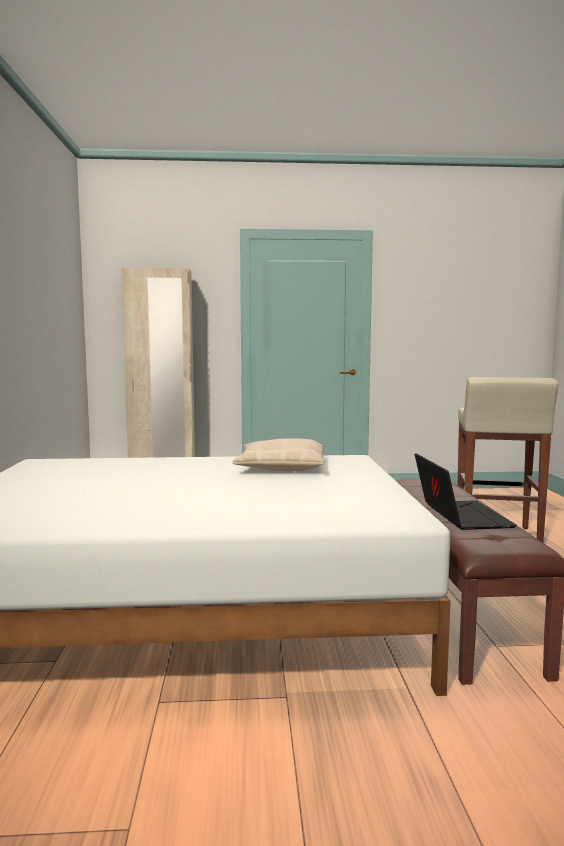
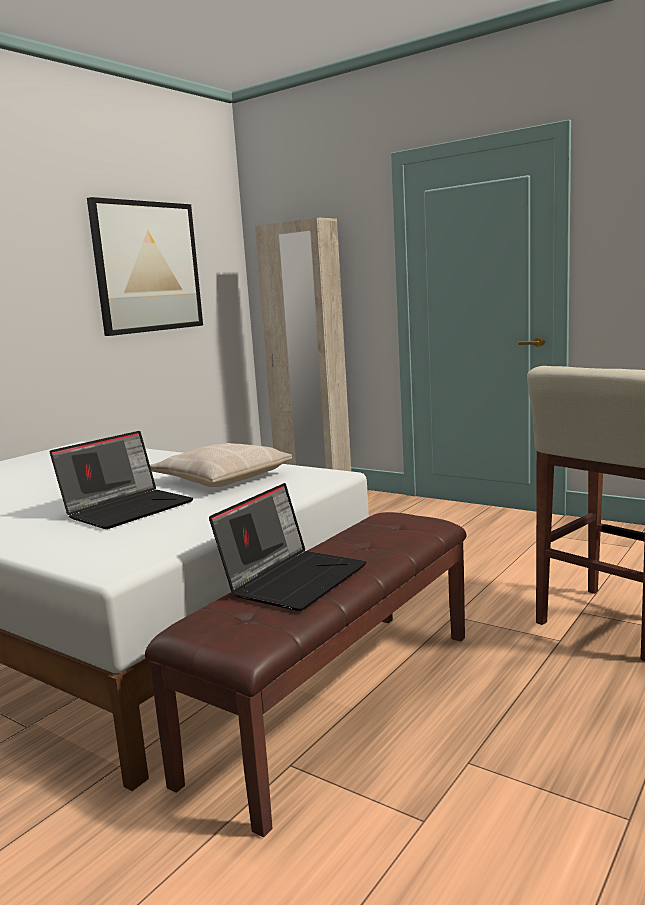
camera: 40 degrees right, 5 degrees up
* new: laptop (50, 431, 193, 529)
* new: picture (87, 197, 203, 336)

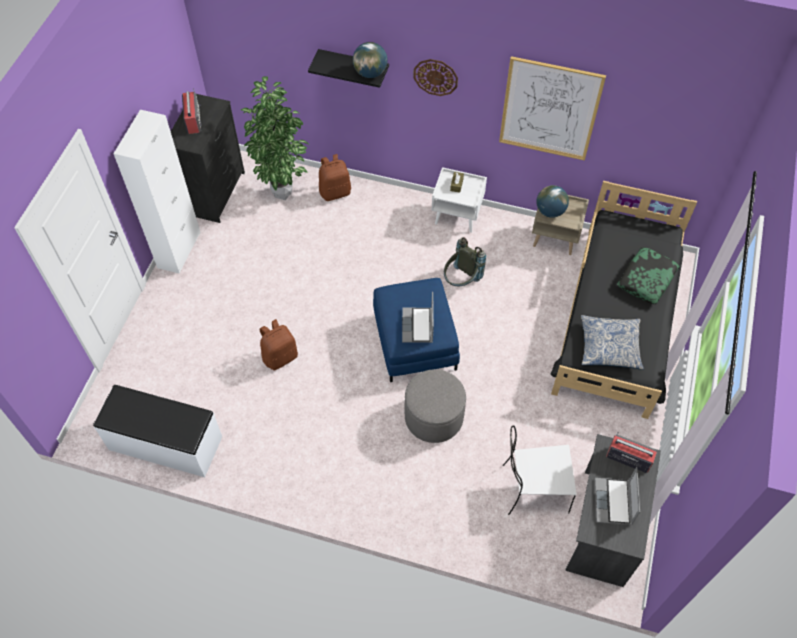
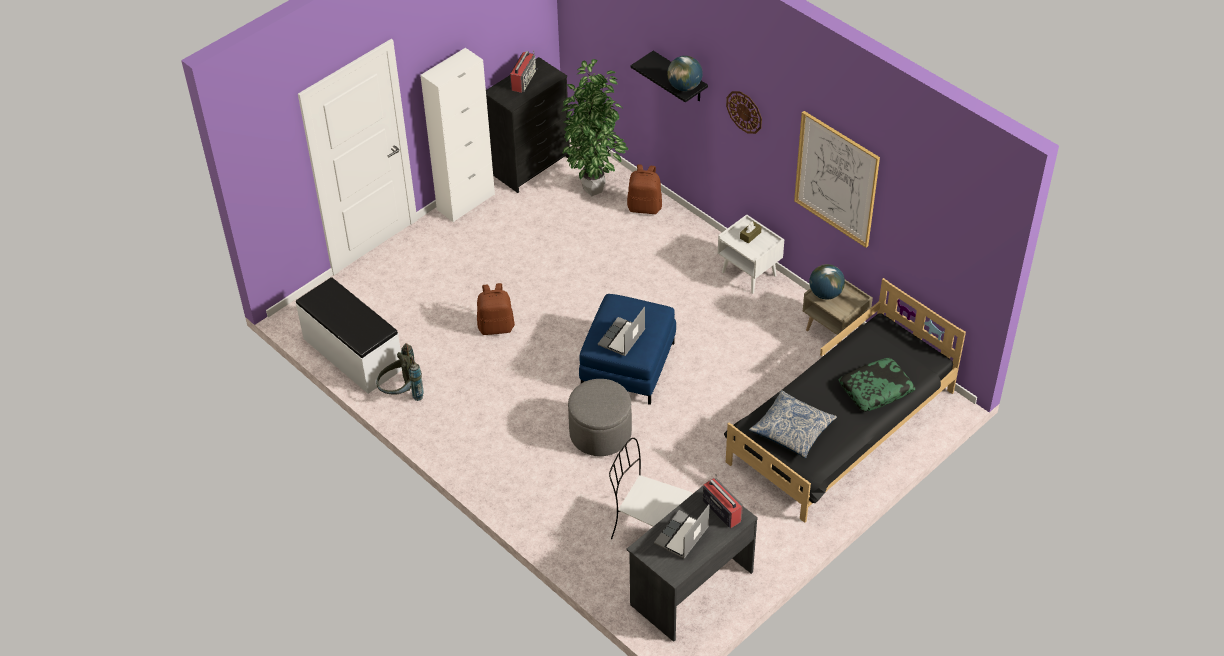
camera: 30 degrees right, 10 degrees down
* shifted: grey backpack (444, 237, 486, 286) to (376, 343, 424, 401)

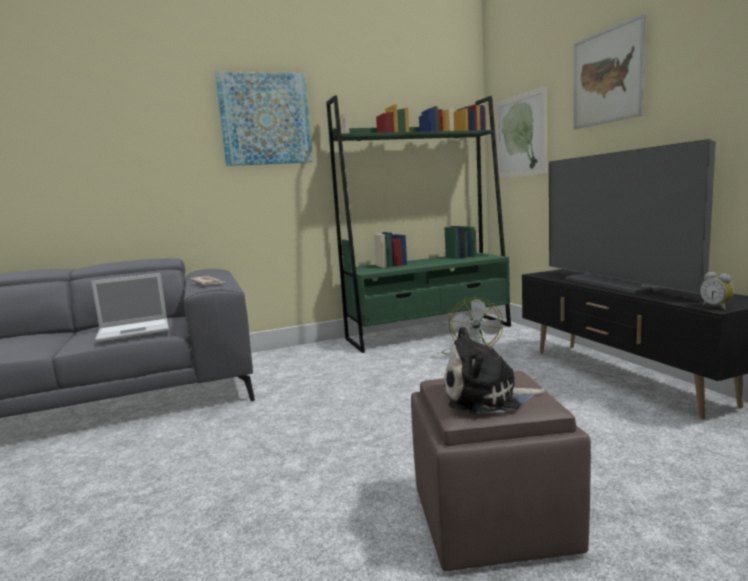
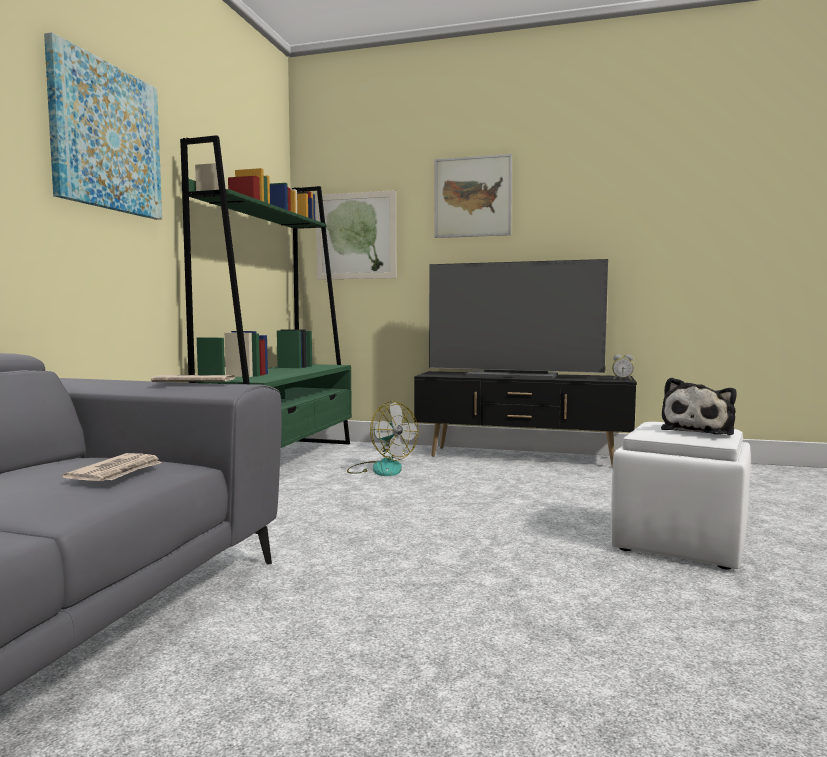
camera: 55 degrees left, 5 degrees down
* swapped: laptop (91, 273, 169, 342) to newspaper (62, 453, 161, 481)
* repainted: brown ottoman (411, 371, 591, 571) to white ottoman (611, 422, 751, 569)

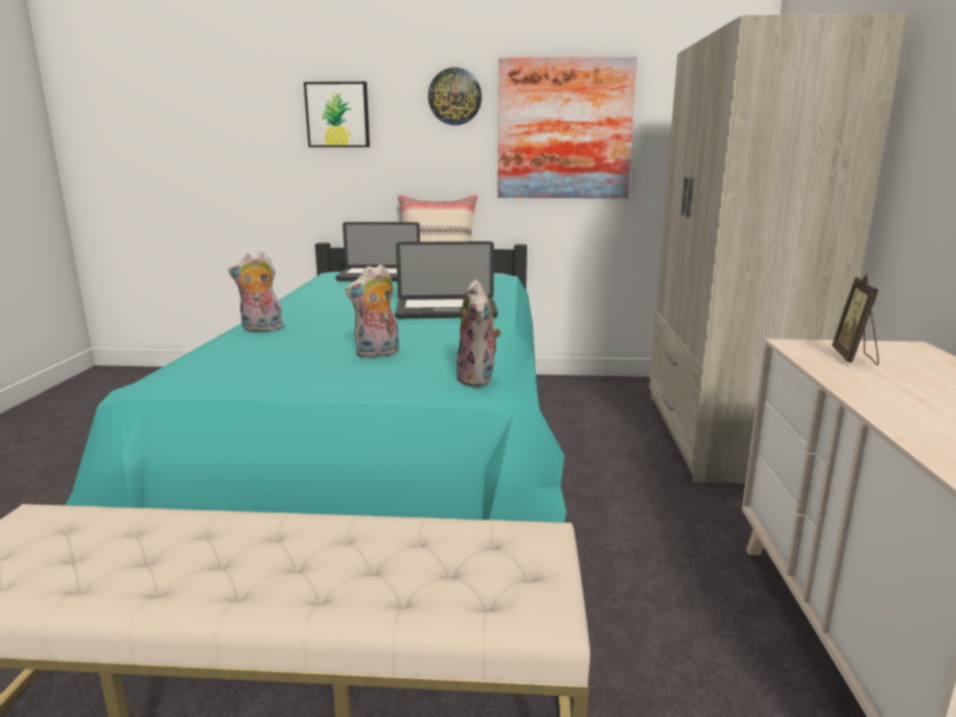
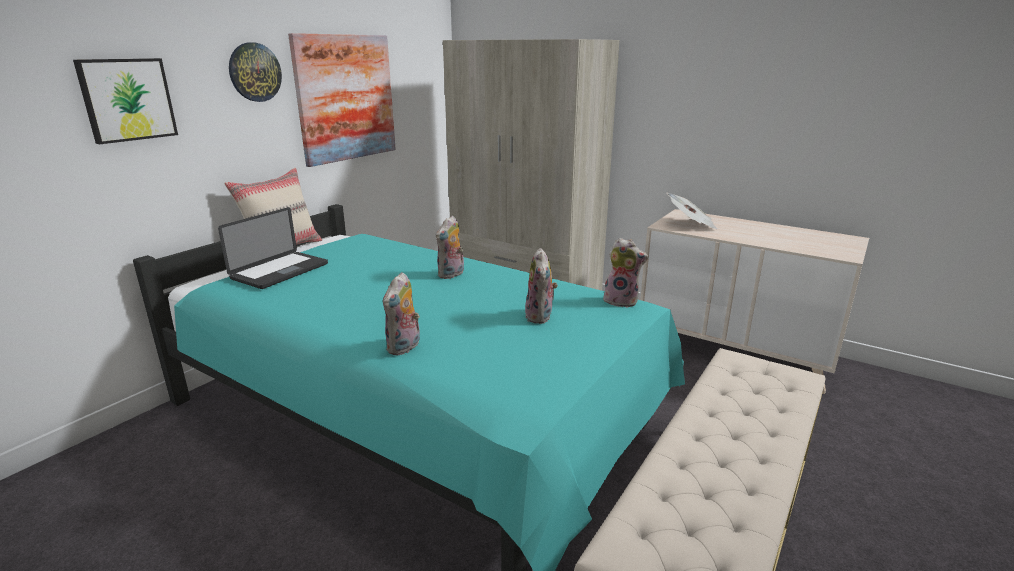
camera: 60 degrees left, 5 degrees up
* swapped: laptop (395, 241, 498, 319) to plush toy (436, 216, 464, 279)
* swapped: picture frame (832, 274, 879, 365) to newspaper (666, 193, 718, 230)

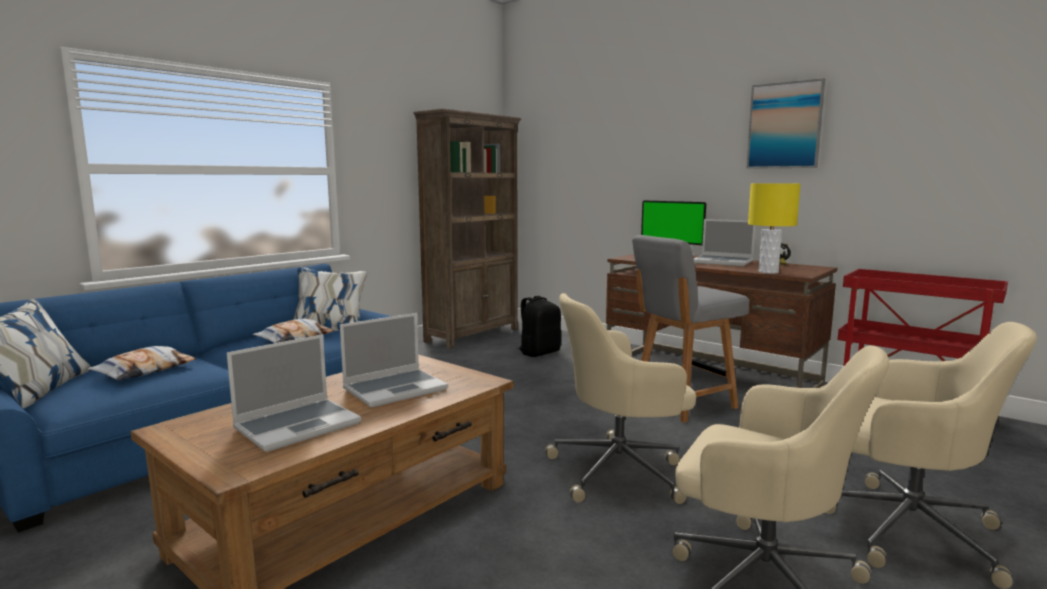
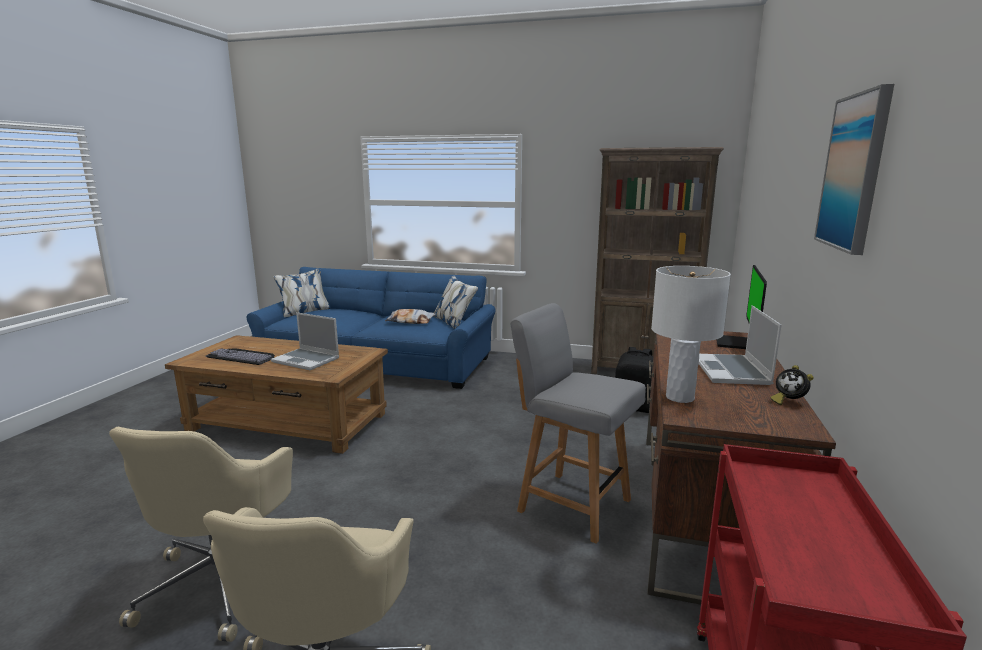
camera: 65 degrees right, 5 degrees up
* gone: pillow (87, 346, 196, 381)
* swapped: laptop (227, 334, 361, 452) to keyboard (206, 348, 275, 365)
* gone: beige office chair (545, 293, 696, 504)
* repainted: yellow table lamp (748, 183, 801, 274) to white table lamp (651, 266, 731, 403)

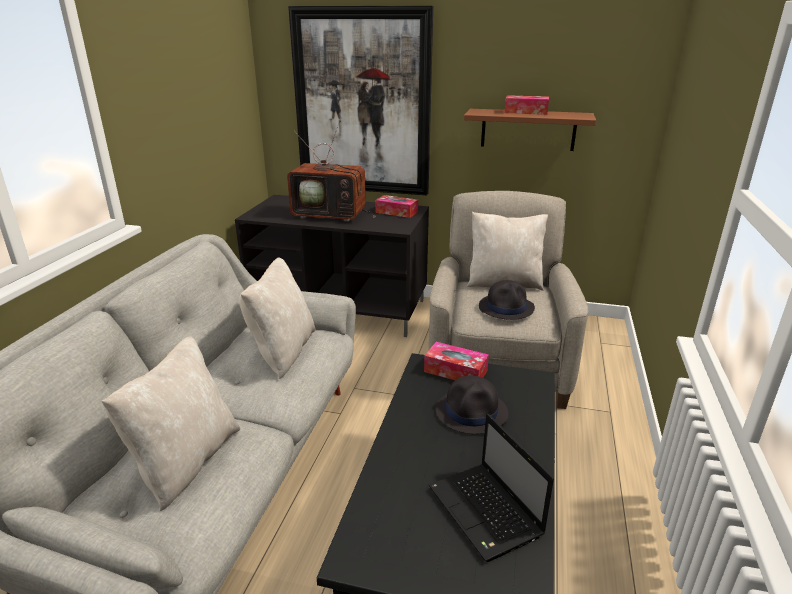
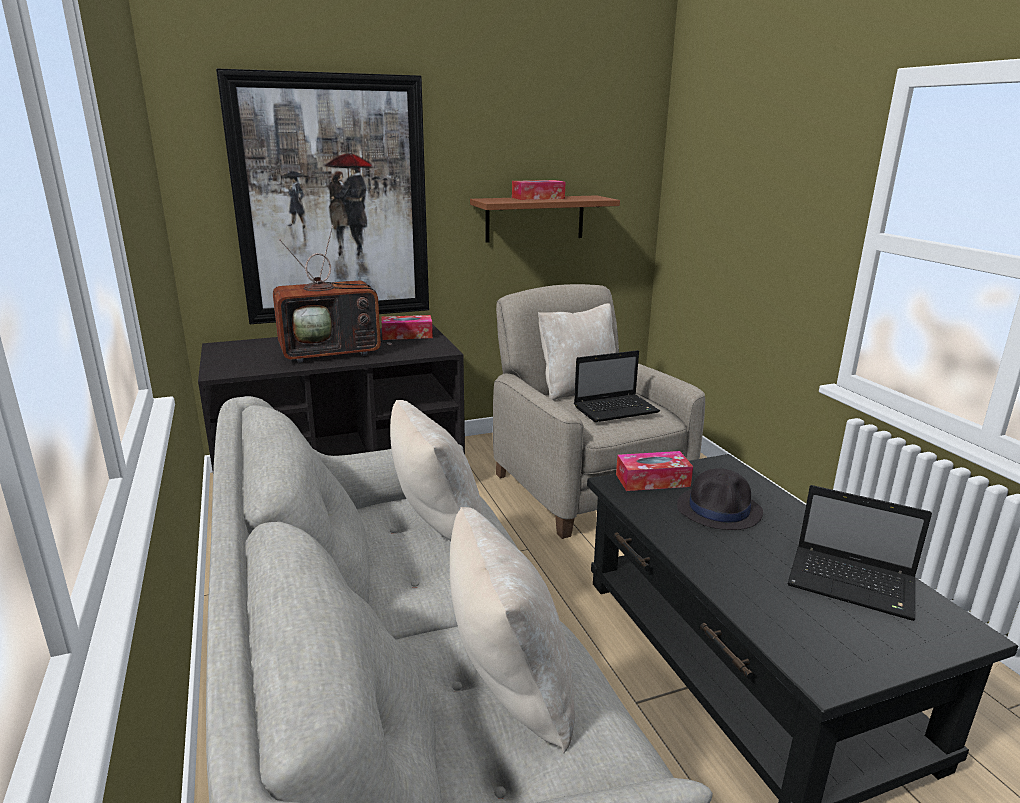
camera: 35 degrees left, 5 degrees down
* swapped: black hat (479, 280, 535, 320) to laptop (574, 350, 660, 422)

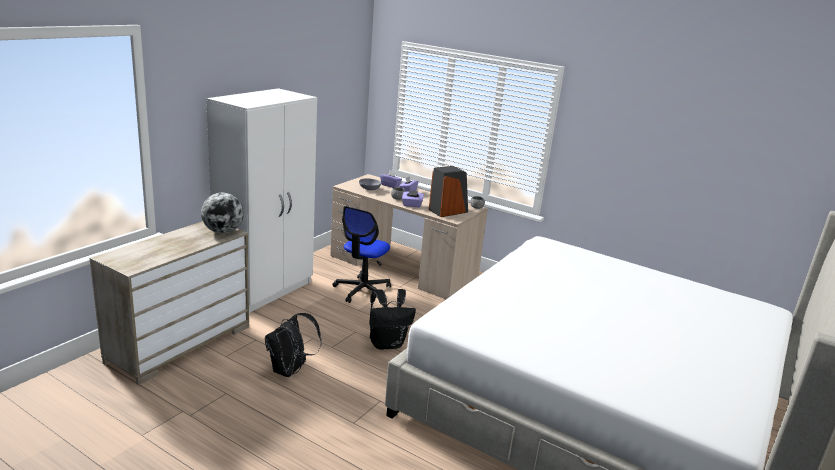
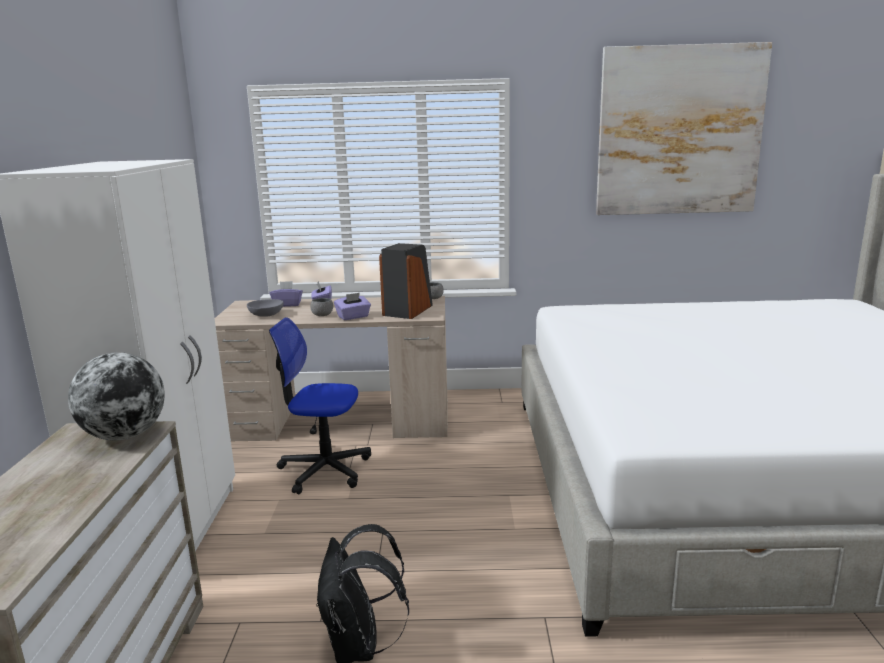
camera: 30 degrees left, 5 degrees down
* rotated: office chair (332, 206, 391, 303) = (269, 318, 371, 494) 105 degrees clockwise
* gone: black backpack (370, 289, 416, 350)
* new: picture (596, 42, 772, 215)

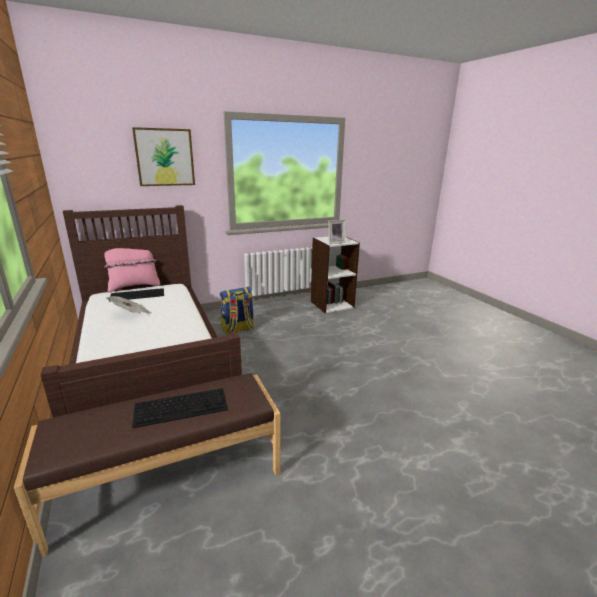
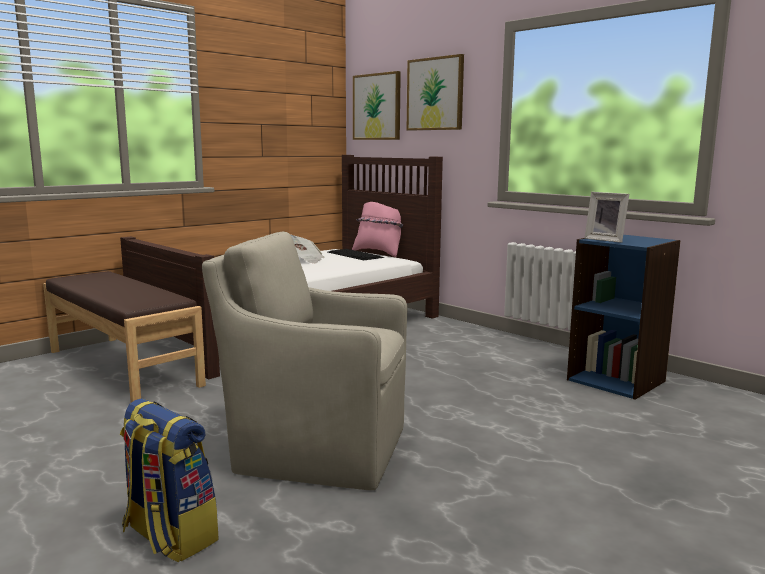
camera: 70 degrees right, 10 degrees down
* gone: keyboard (132, 388, 228, 428)
* shifted: backpack (220, 287, 254, 334) to (120, 398, 219, 562)
* repainted: white bookcase (310, 237, 360, 313) to blue bookcase (567, 235, 681, 400)
* new: beige armchair (202, 231, 407, 490)
* new: picture (353, 71, 401, 140)

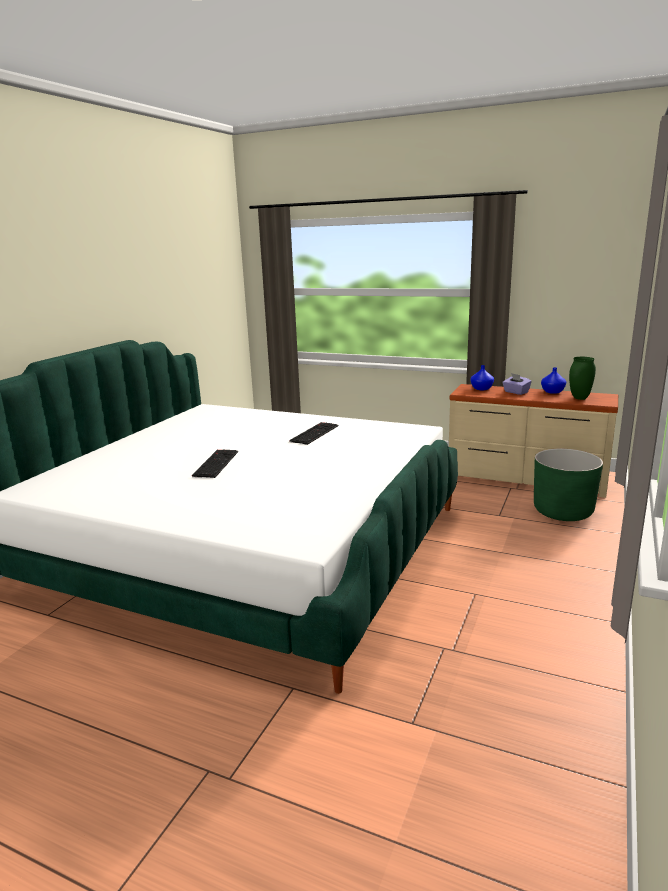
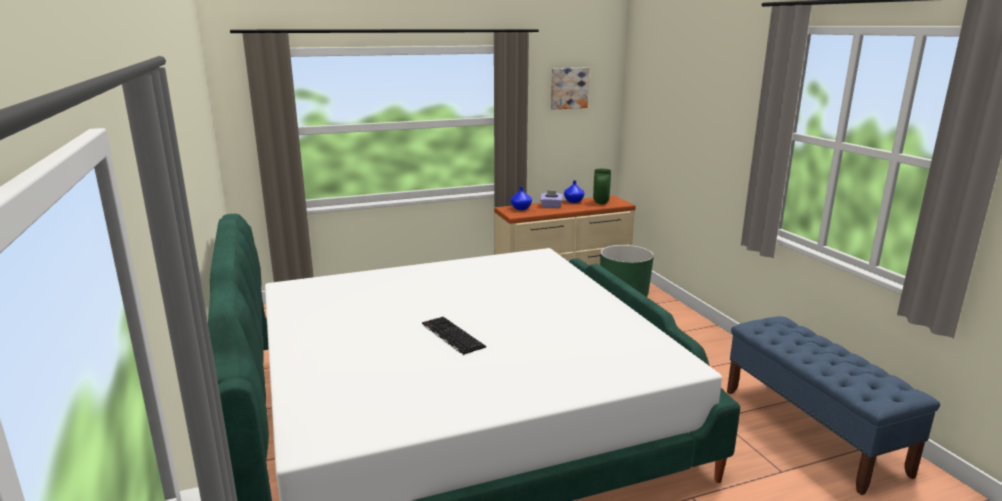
camera: 45 degrees left, 0 degrees up
* gone: keyboard (289, 422, 338, 445)
* new: picture (551, 68, 589, 110)
* new: blue bench (727, 316, 940, 495)

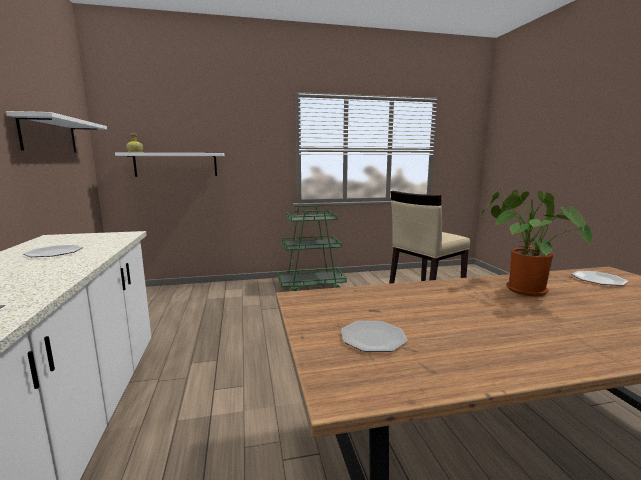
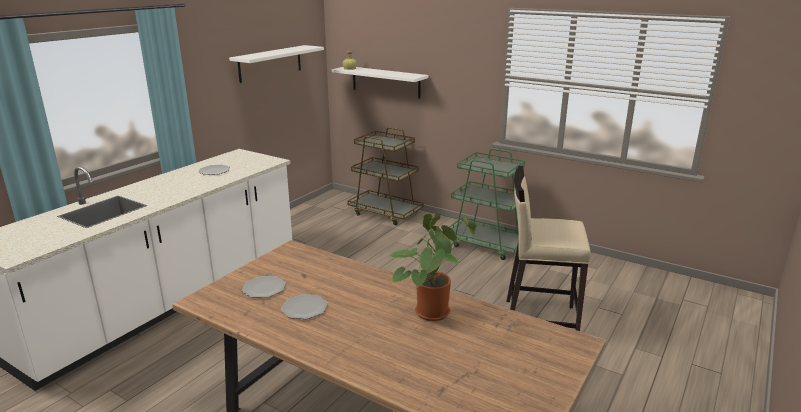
camera: 45 degrees right, 10 degrees up
* shifted: plate (572, 271, 628, 286) to (281, 294, 328, 319)
* new: brown cart (347, 127, 424, 225)

